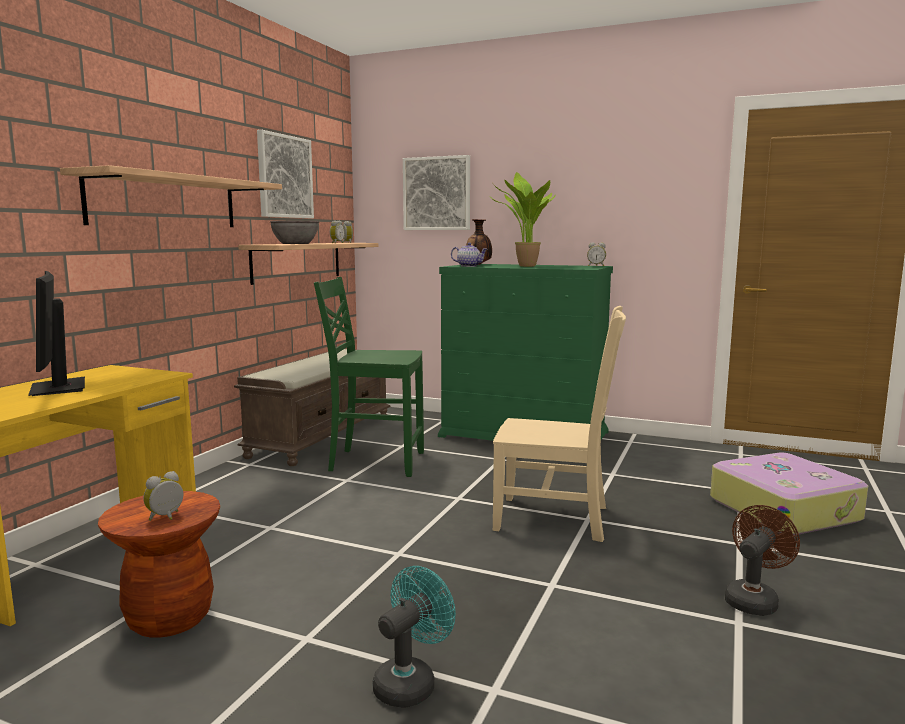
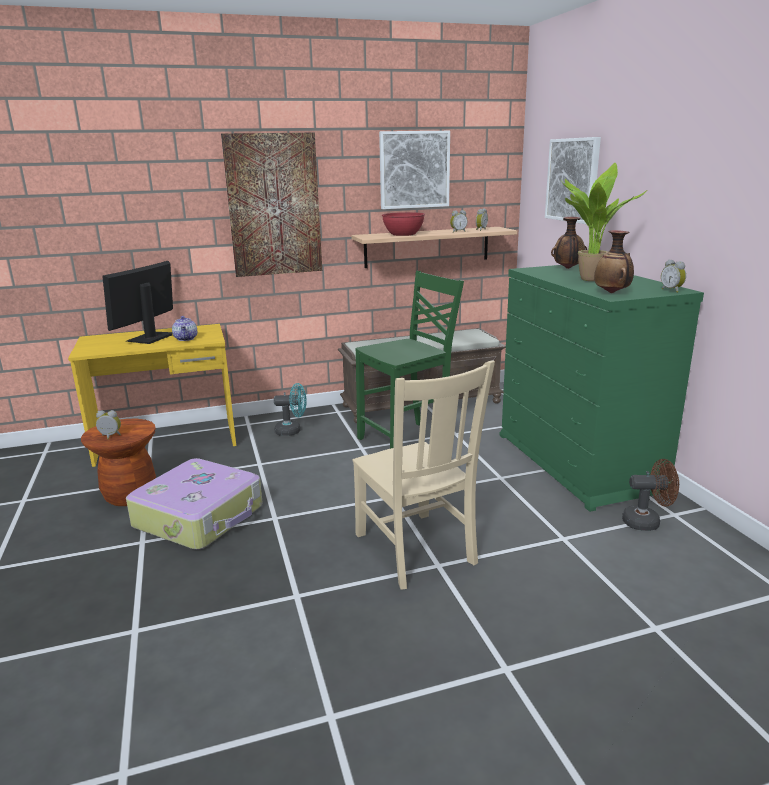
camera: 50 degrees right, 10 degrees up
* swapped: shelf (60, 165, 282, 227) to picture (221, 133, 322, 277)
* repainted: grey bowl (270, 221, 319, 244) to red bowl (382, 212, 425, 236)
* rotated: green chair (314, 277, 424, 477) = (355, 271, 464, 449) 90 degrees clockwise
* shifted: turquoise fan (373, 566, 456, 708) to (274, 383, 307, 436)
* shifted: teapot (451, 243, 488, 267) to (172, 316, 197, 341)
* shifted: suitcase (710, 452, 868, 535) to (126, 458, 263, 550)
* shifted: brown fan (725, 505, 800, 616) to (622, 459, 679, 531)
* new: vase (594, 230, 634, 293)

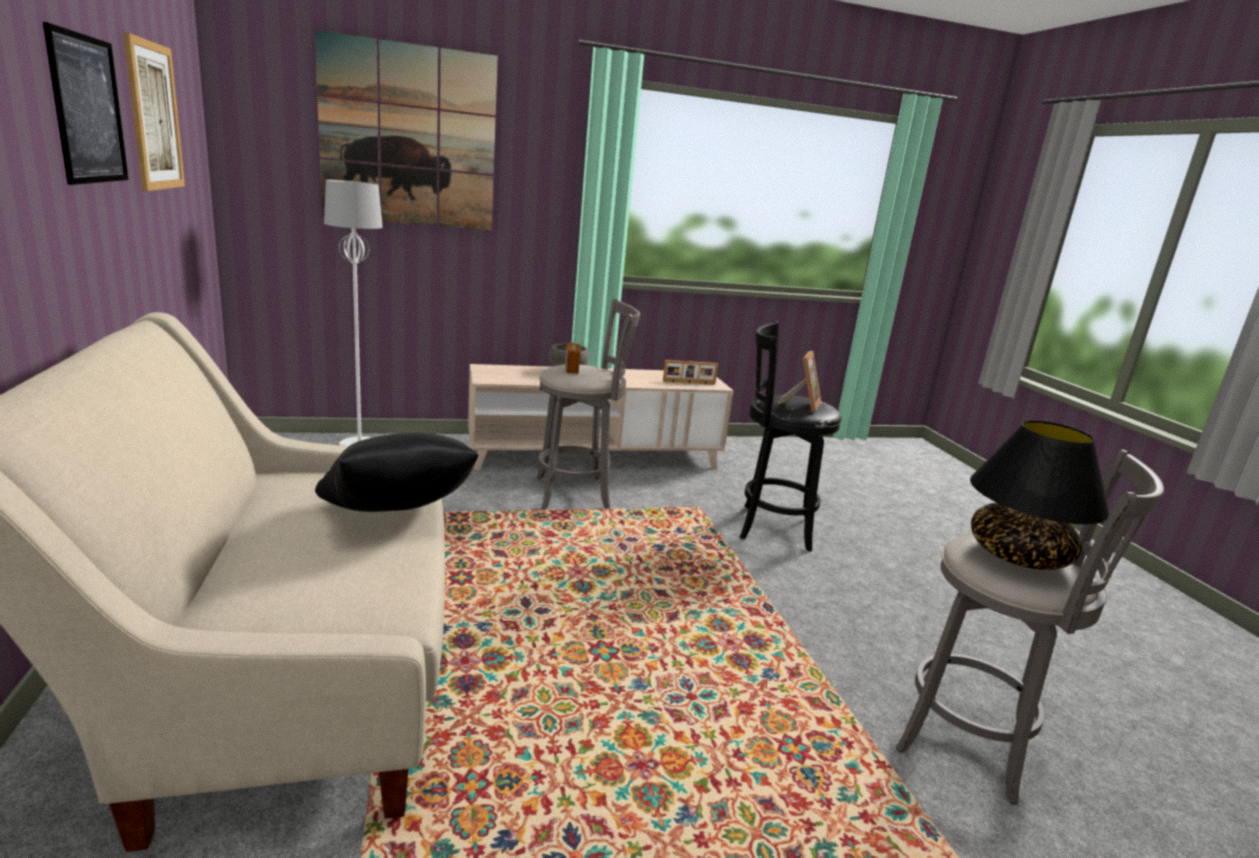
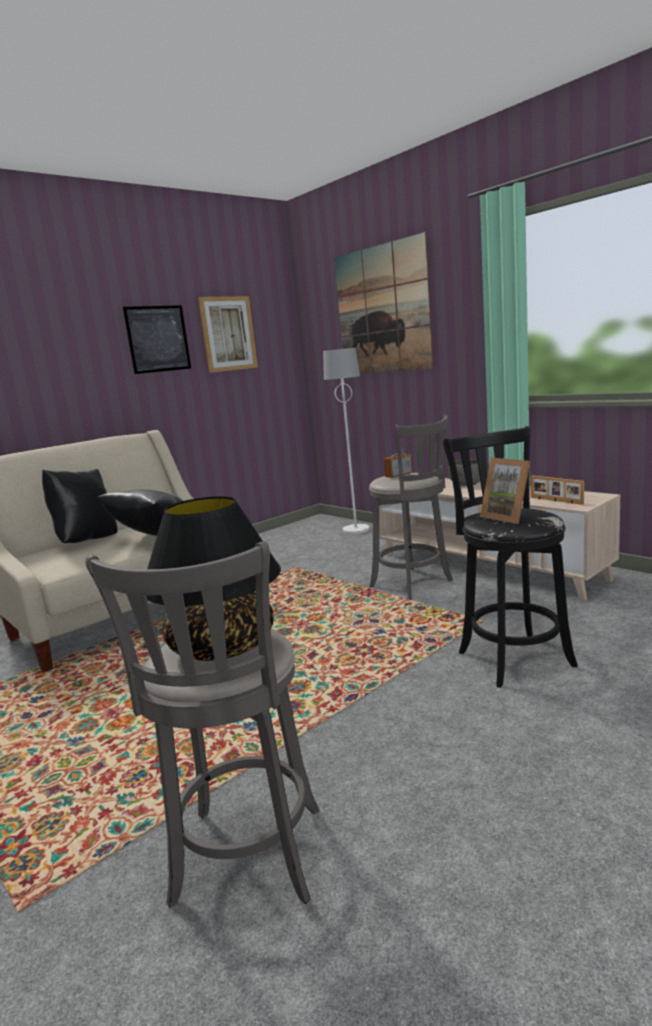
camera: 65 degrees right, 5 degrees down
* rotated: picture frame (778, 351, 821, 412) = (480, 457, 530, 524) 60 degrees clockwise
* new: black pillow (42, 469, 117, 544)

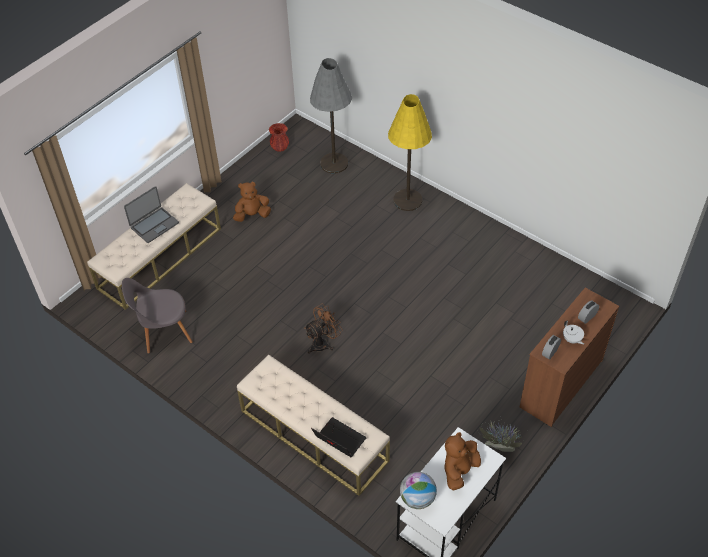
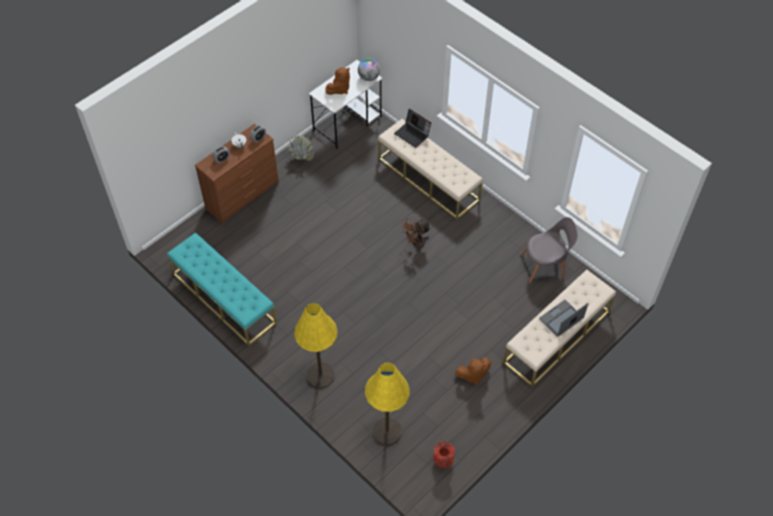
camera: 175 degrees left, 5 degrees up
* repainted: grey floor lamp (310, 58, 352, 174) to yellow floor lamp (365, 363, 410, 445)
* new: turquoise bench (167, 233, 277, 346)

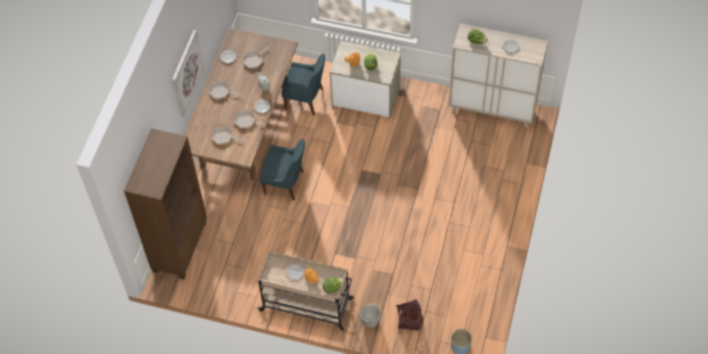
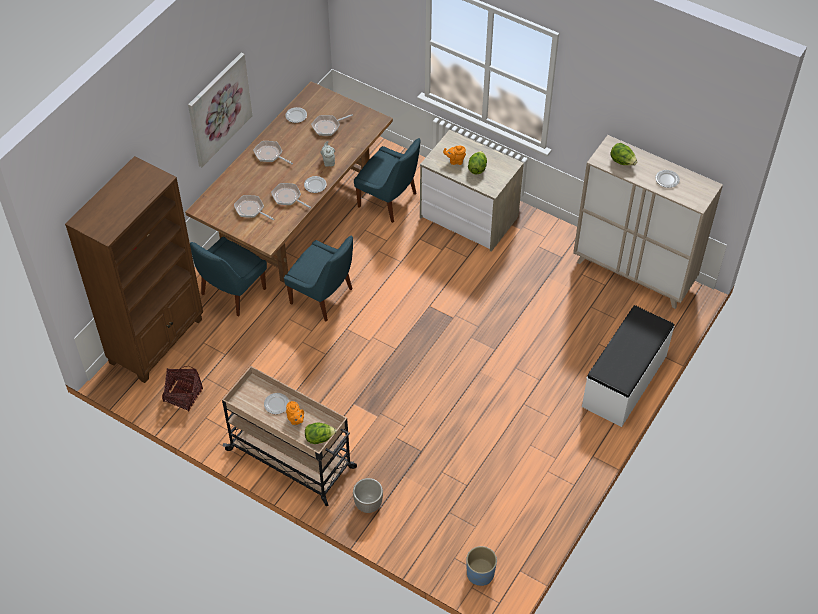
camera: 15 degrees right, 5 degrees down
* shifted: basket (396, 300, 423, 331) to (162, 366, 203, 412)
* new: blue chair (190, 237, 267, 316)
* new: white bench (582, 305, 675, 427)

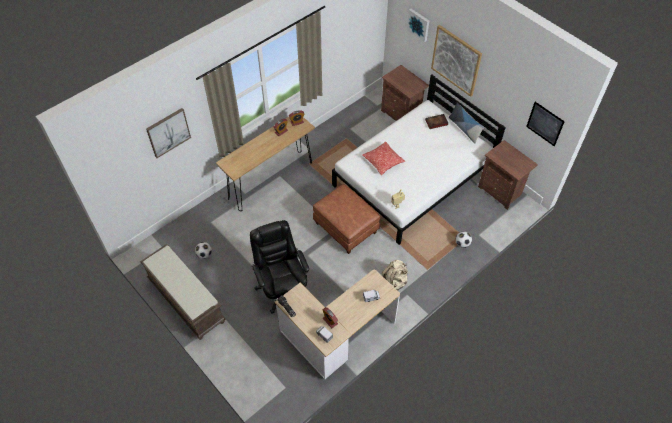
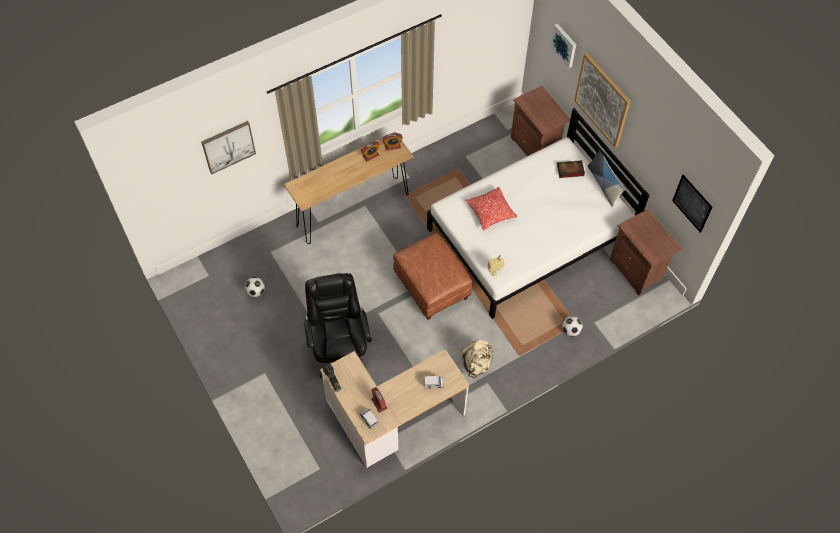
camera: 10 degrees right, 5 degrees up
* gone: brown bench (140, 244, 225, 340)

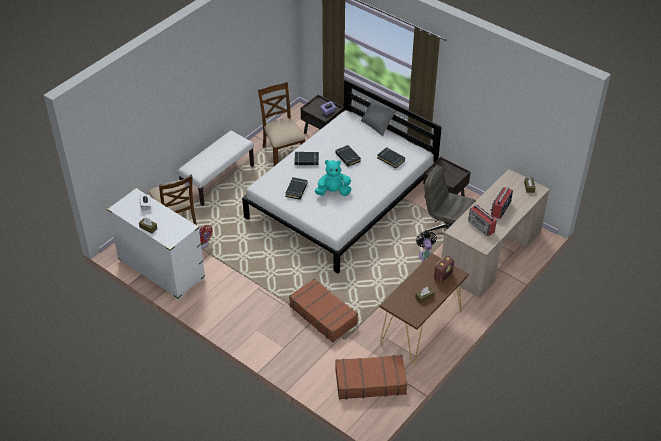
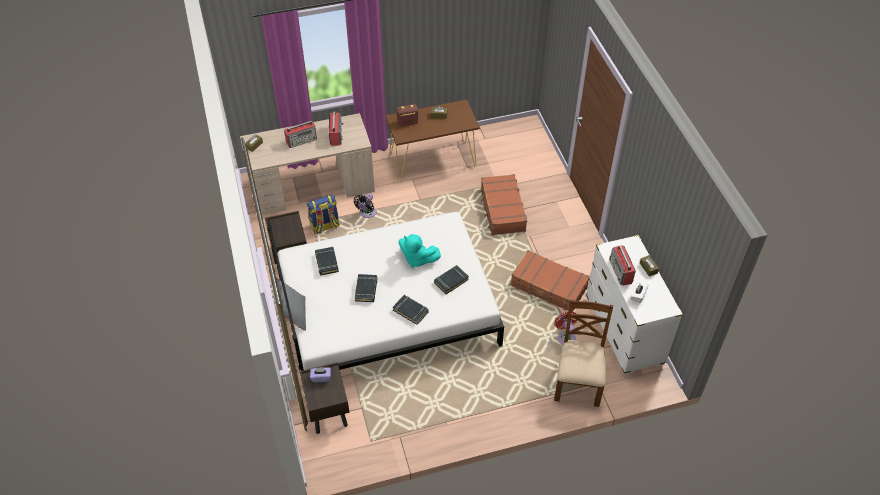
camera: 145 degrees left, 5 degrees up
* gone: white bench (177, 131, 254, 206)
* gone: brown chair (258, 82, 305, 166)
* shifted: brown suitcase (335, 355, 407, 400) to (511, 250, 590, 311)
* swapped: grey office chair (422, 165, 476, 235) to backpack (307, 194, 340, 235)
* new: radio (609, 245, 636, 286)

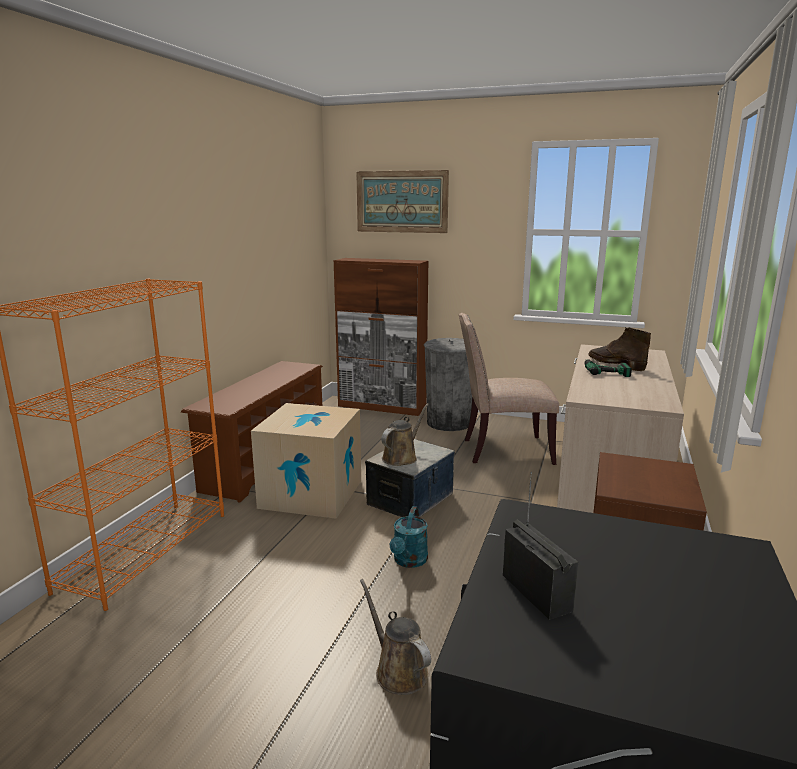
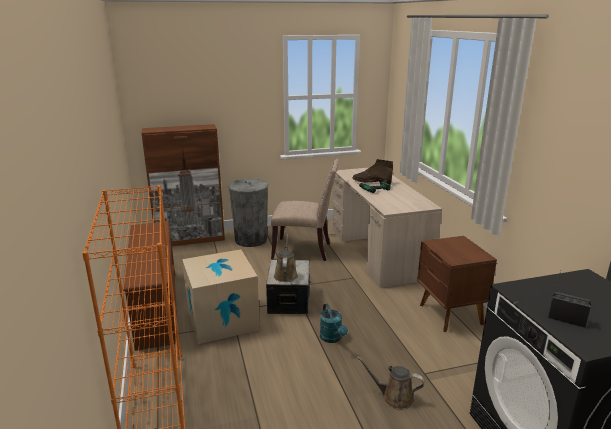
camera: 35 degrees left, 5 degrees up
* gone: picture (356, 170, 449, 233)
* rotated: beige chair (459, 313, 559, 465) = (271, 159, 339, 261) 135 degrees counterclockwise

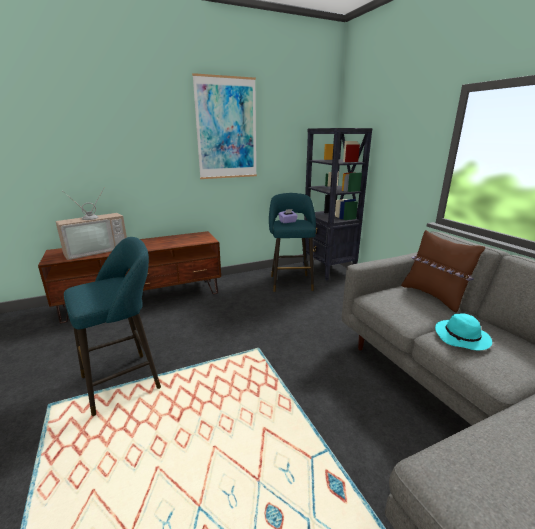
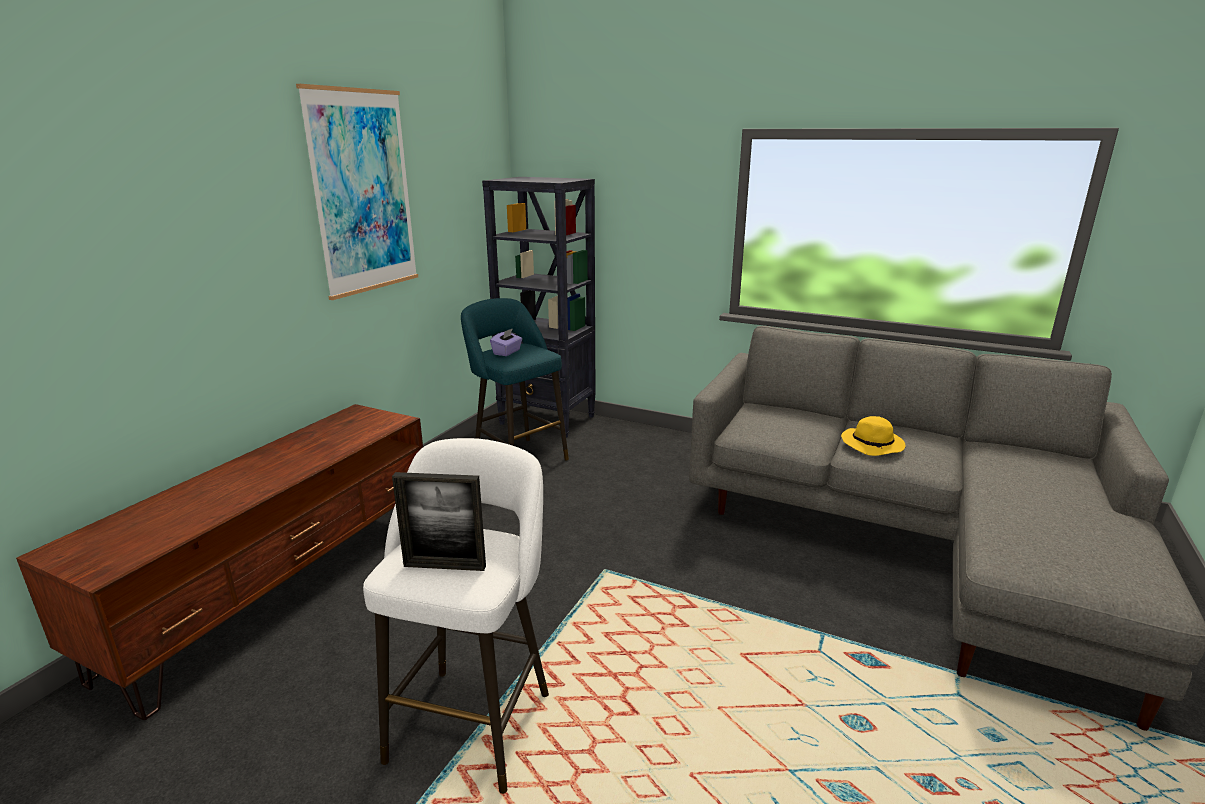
camera: 40 degrees left, 0 degrees up
* gone: television (56, 187, 127, 260)
* repainted: turquoise stool (64, 237, 161, 416) to white stool (363, 438, 549, 794)
* gone: brown pillow (401, 230, 485, 313)
* repainted: turquoise hat (435, 313, 492, 350) to yellow hat (841, 416, 906, 456)
* new: picture frame (392, 472, 486, 571)

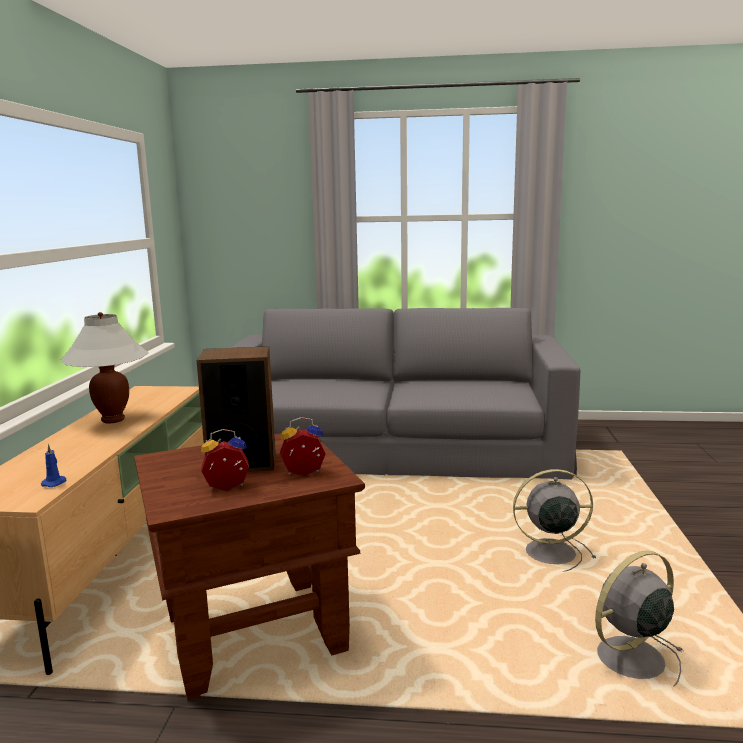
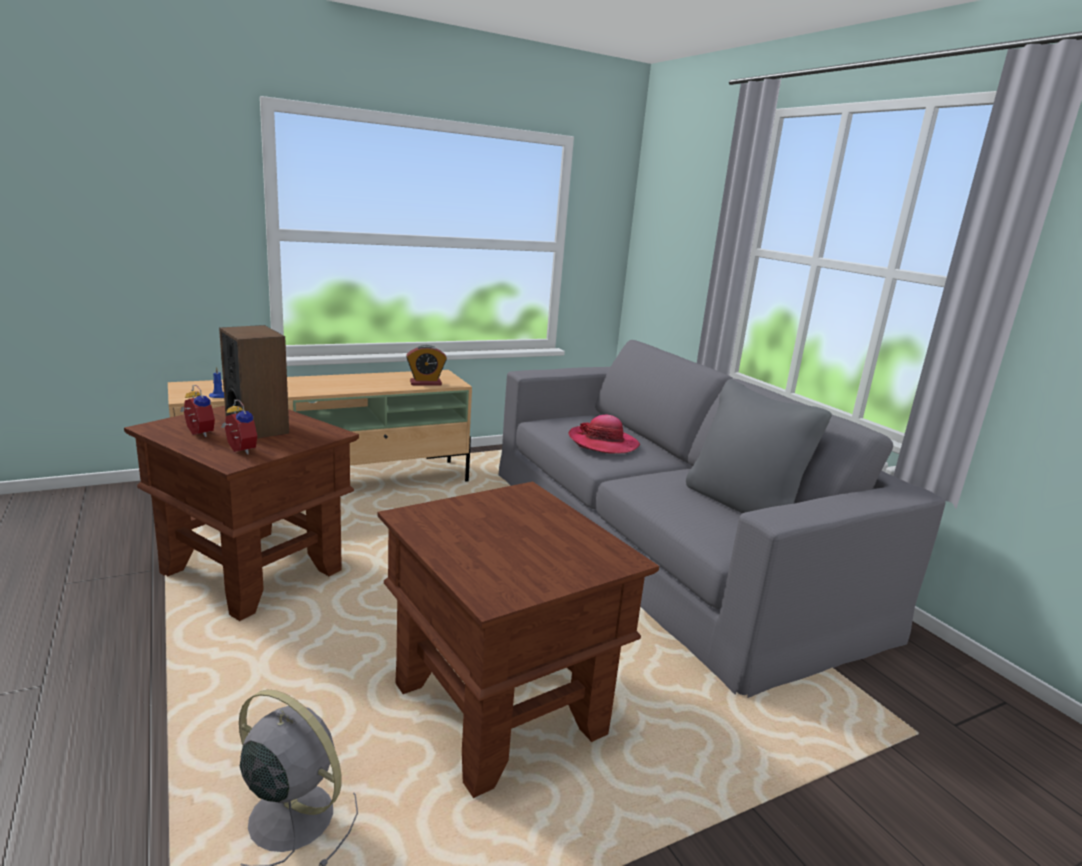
camera: 55 degrees right, 5 degrees up
* gone: white table lamp (61, 312, 149, 423)
* swapped: grey fan (513, 469, 596, 572) to brown side table (378, 482, 659, 798)
* new: alarm clock (406, 345, 447, 386)
* new: hat (569, 415, 640, 453)
* new: grey pillow (686, 379, 832, 513)

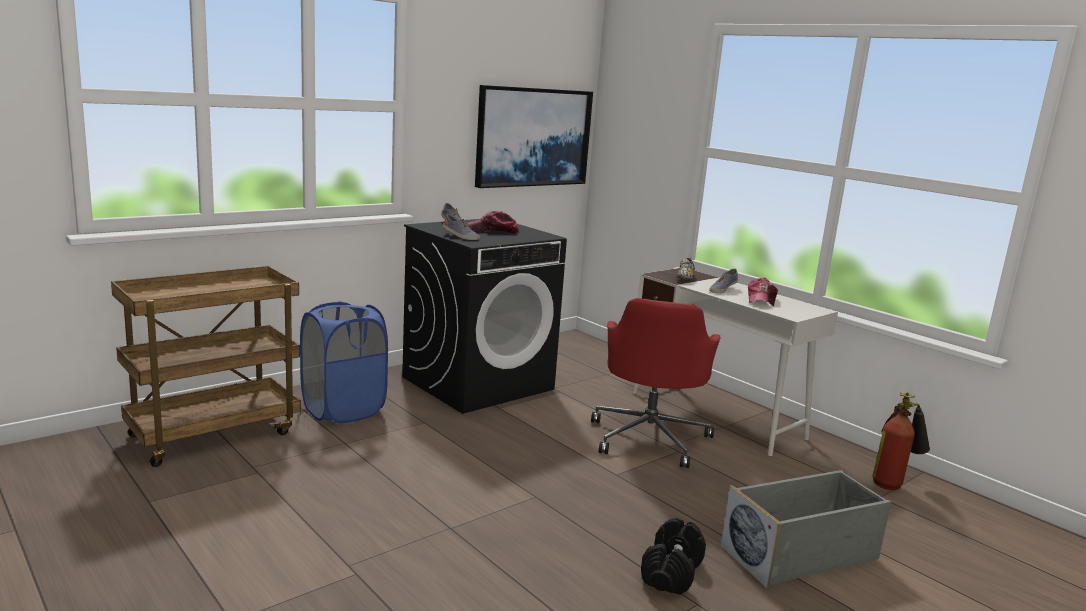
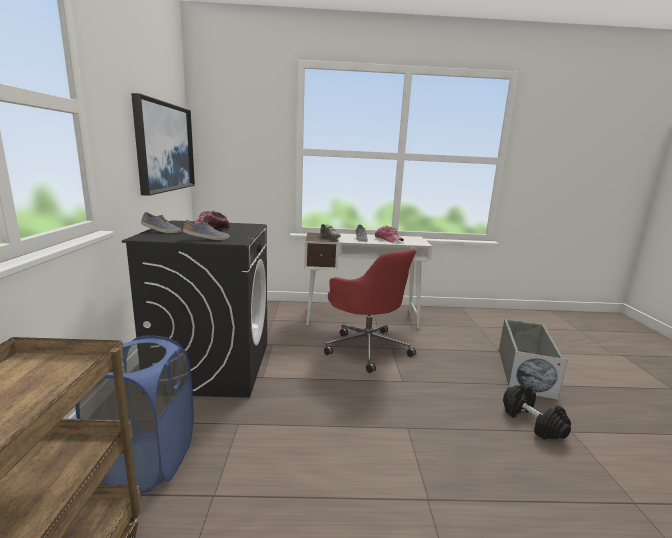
camera: 50 degrees left, 0 degrees up
* gone: fire extinguisher (873, 392, 930, 490)

